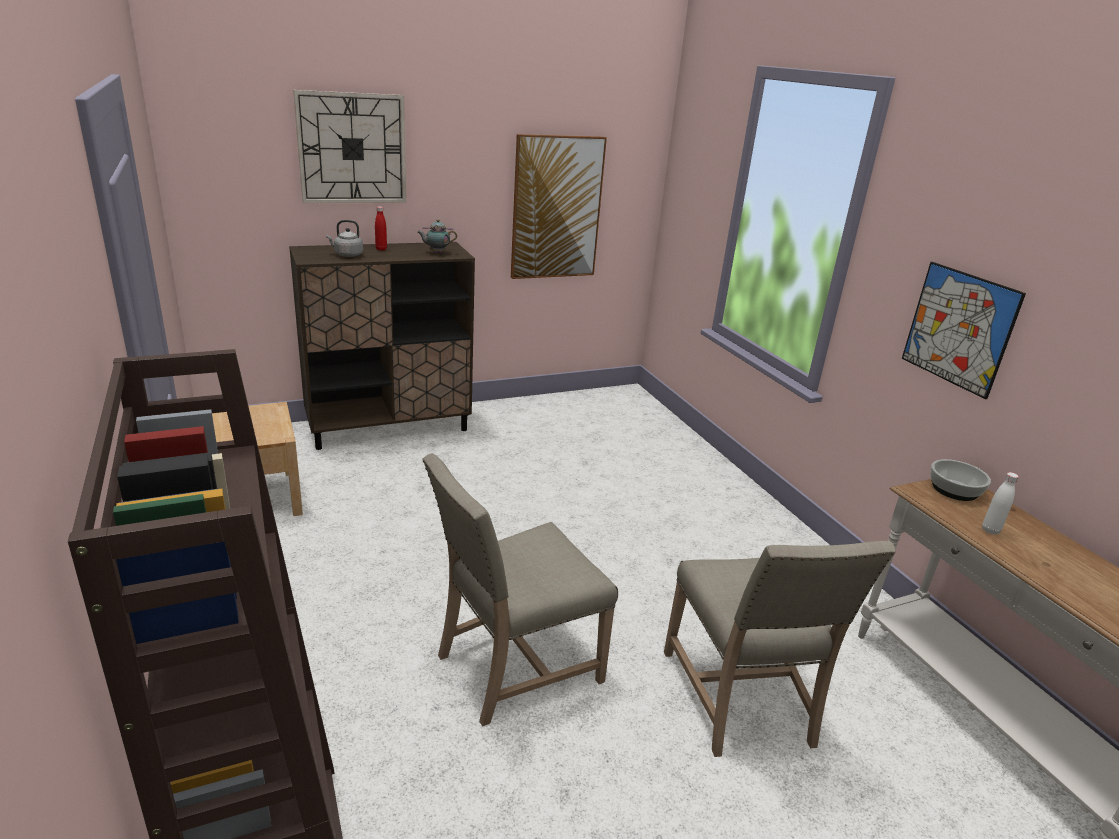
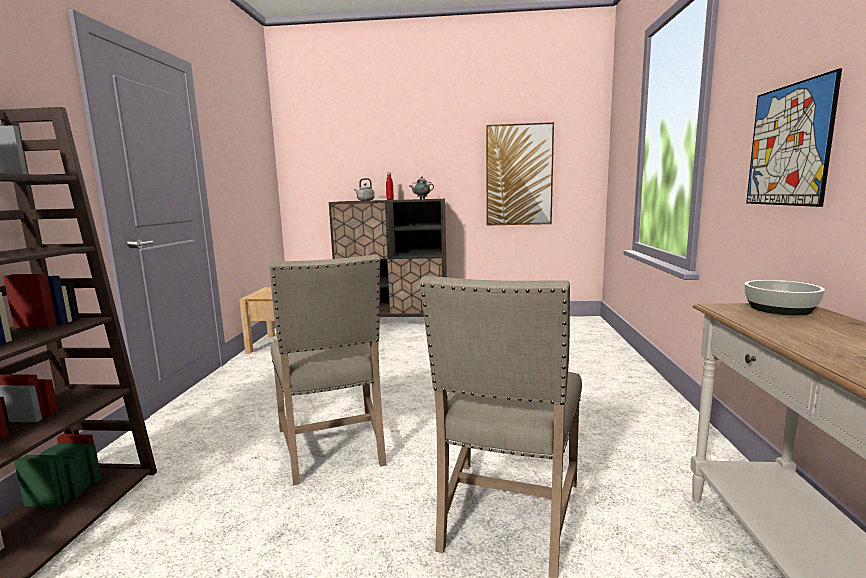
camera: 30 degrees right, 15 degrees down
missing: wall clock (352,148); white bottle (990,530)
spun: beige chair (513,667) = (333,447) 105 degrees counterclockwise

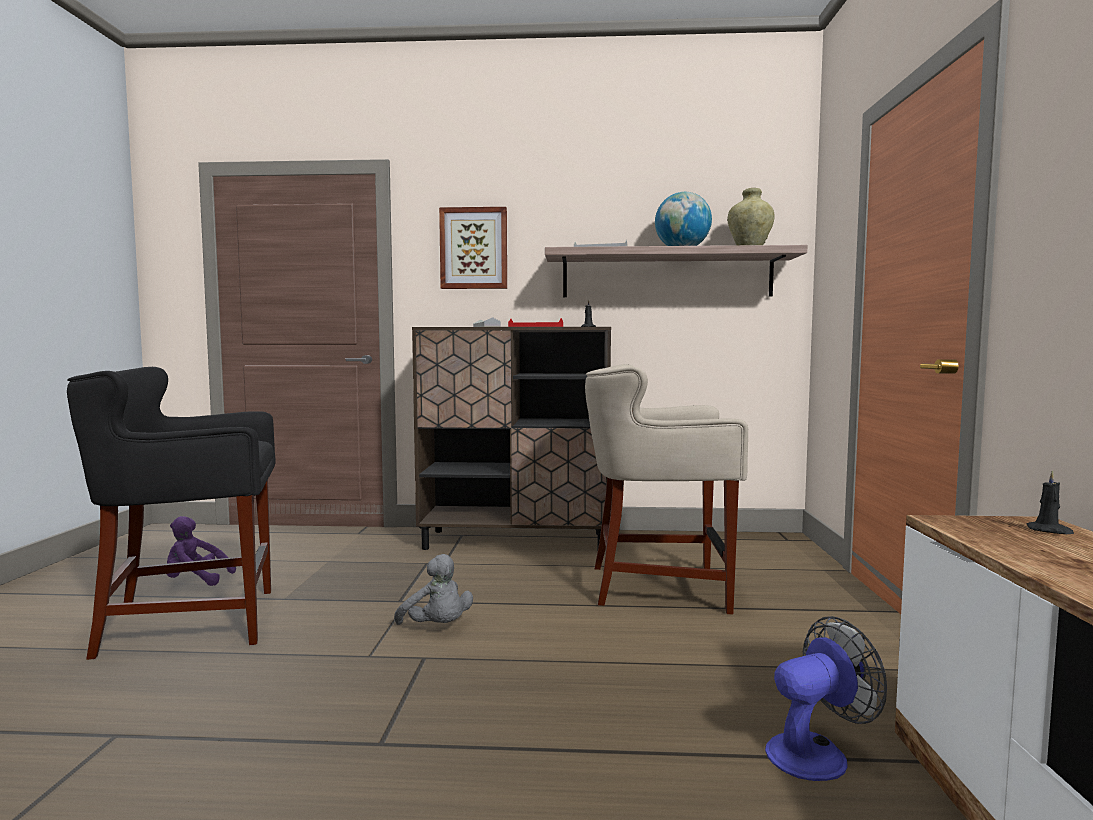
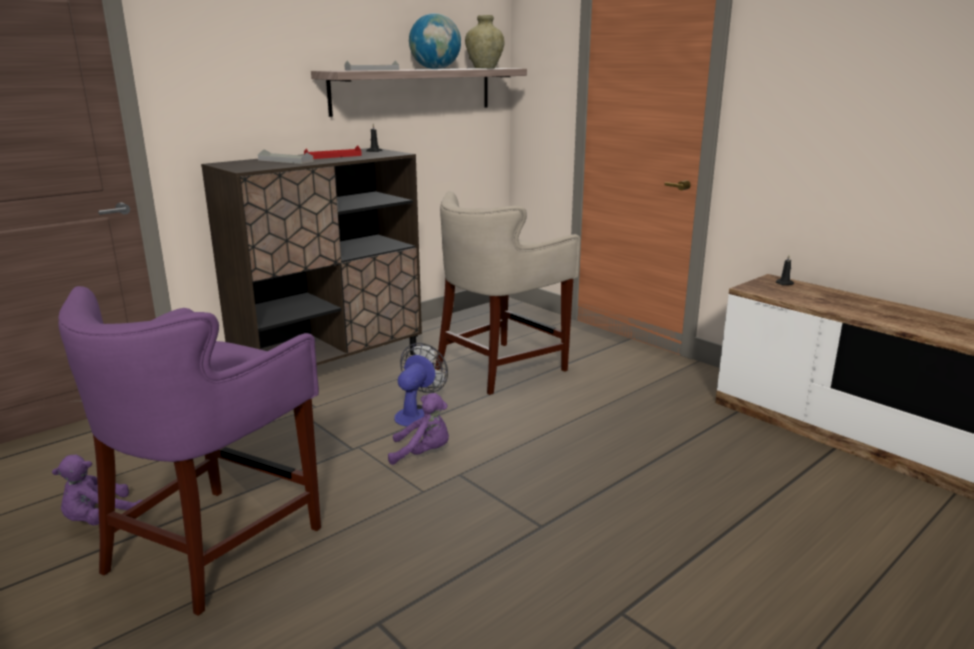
camera: 45 degrees left, 15 degrees up
missing: picture (474,248)
relocated: fan (817,753) to (417,413)
colour: black stool (192,623) to purple stool (215,546); grey plush toy (437,627) to purple plush toy (423,453)

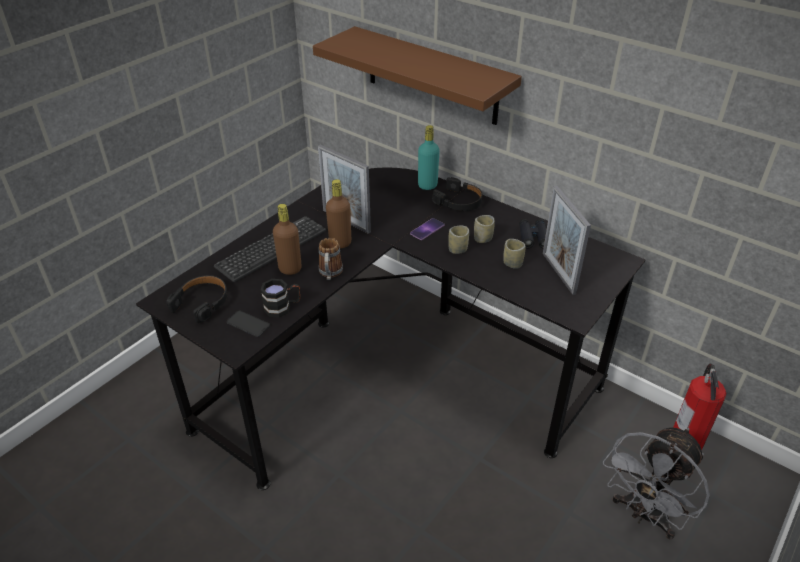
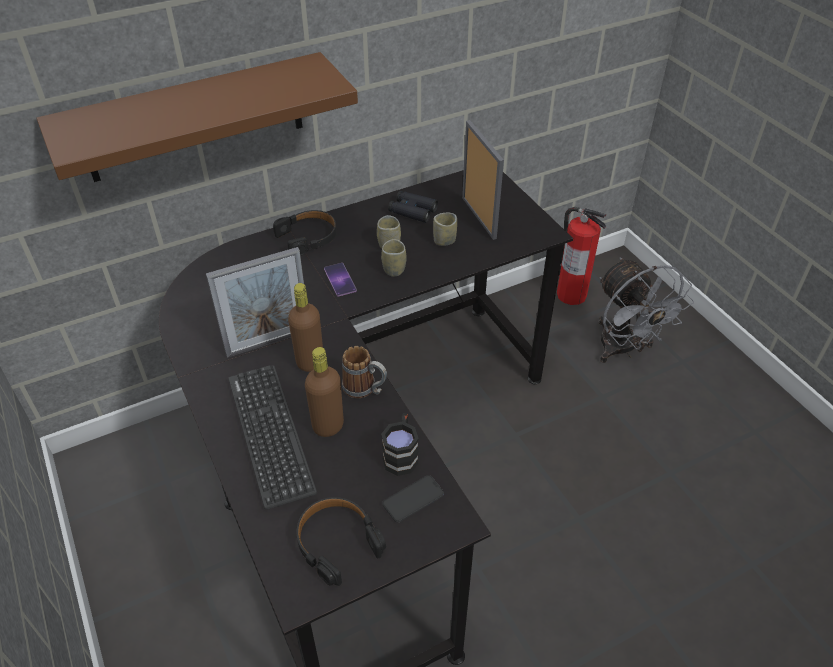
camera: 65 degrees left, 5 degrees up
missing: turquoise bottle (427,185)
spun: picture frame (558,273) = (479,218) 120 degrees counterclockwise

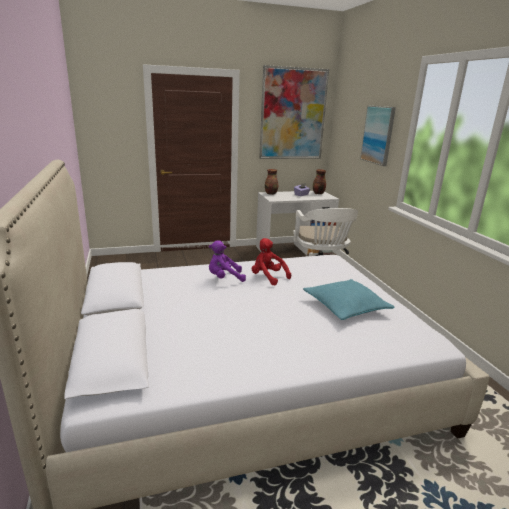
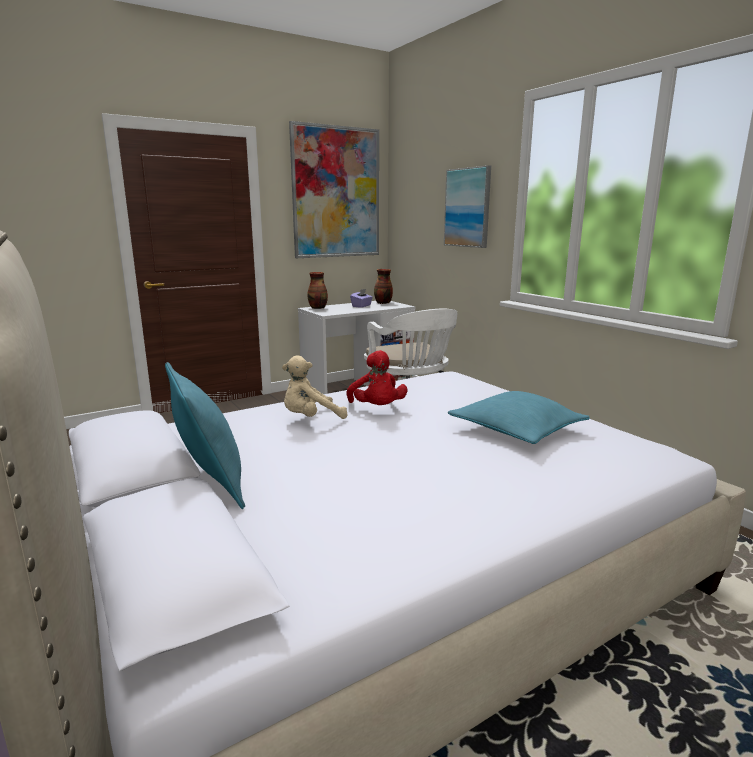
camera: 15 degrees left, 5 degrees down
appeared: turquoise pillow (211,484)
colour: purple plush toy (224,278) to beige plush toy (311,418)
spun: red plush toy (268,277) = (377,409) 135 degrees counterclockwise

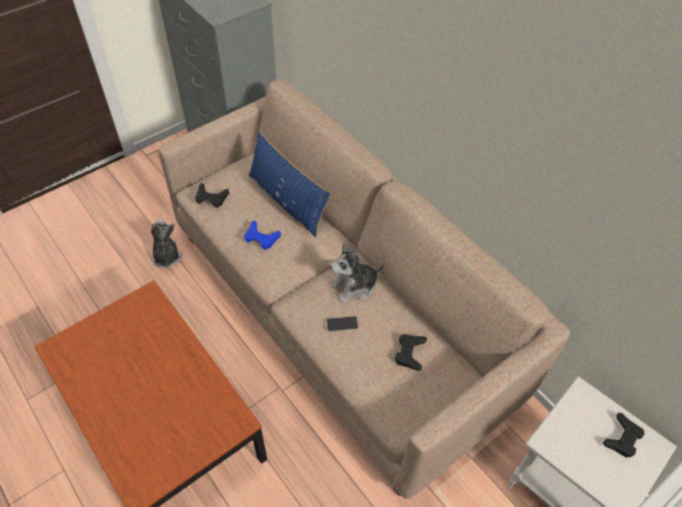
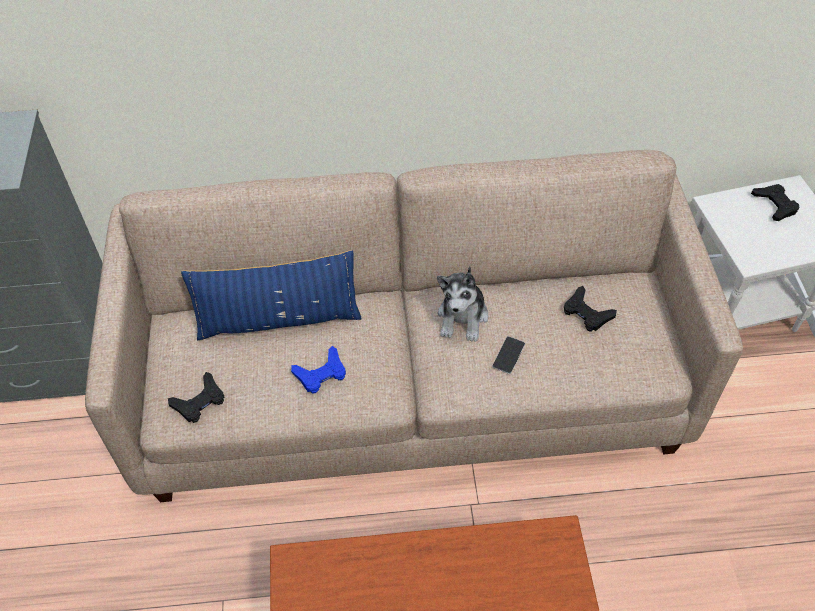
camera: 55 degrees left, 0 degrees up
missing: plush toy (166,256)

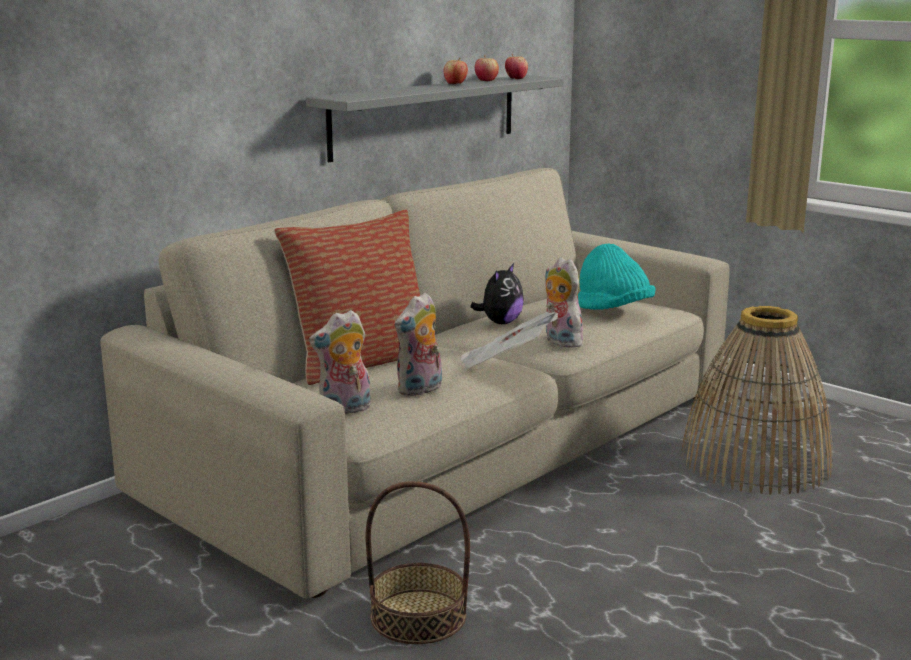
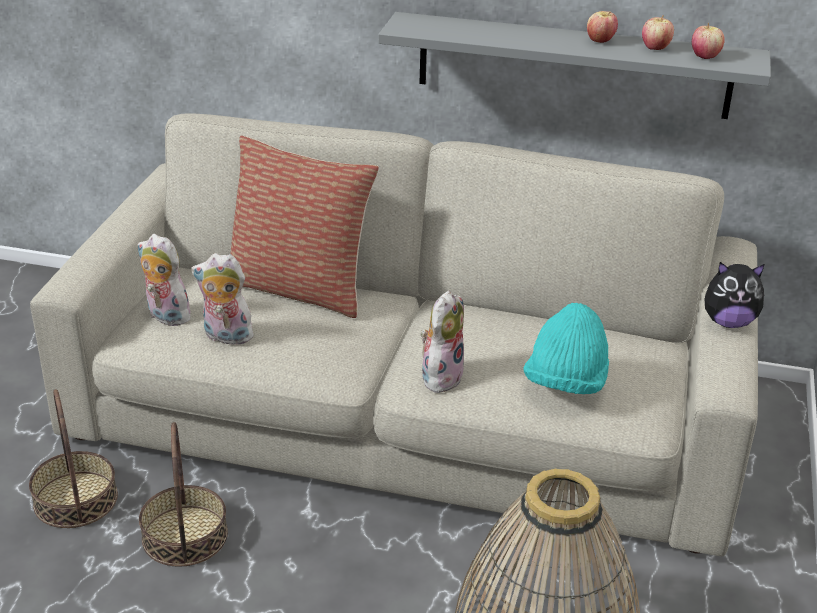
camera: 60 degrees right, 15 degrees up
missing: newspaper (505,365)
appeared: basket (185,536)
relocated: plush toy (500,322) to (728,322)

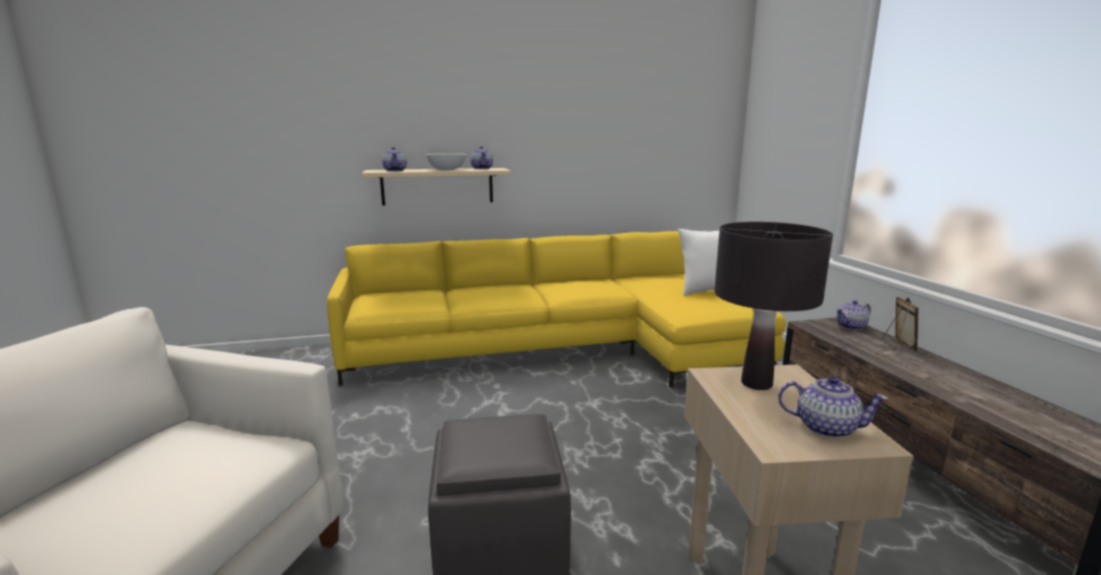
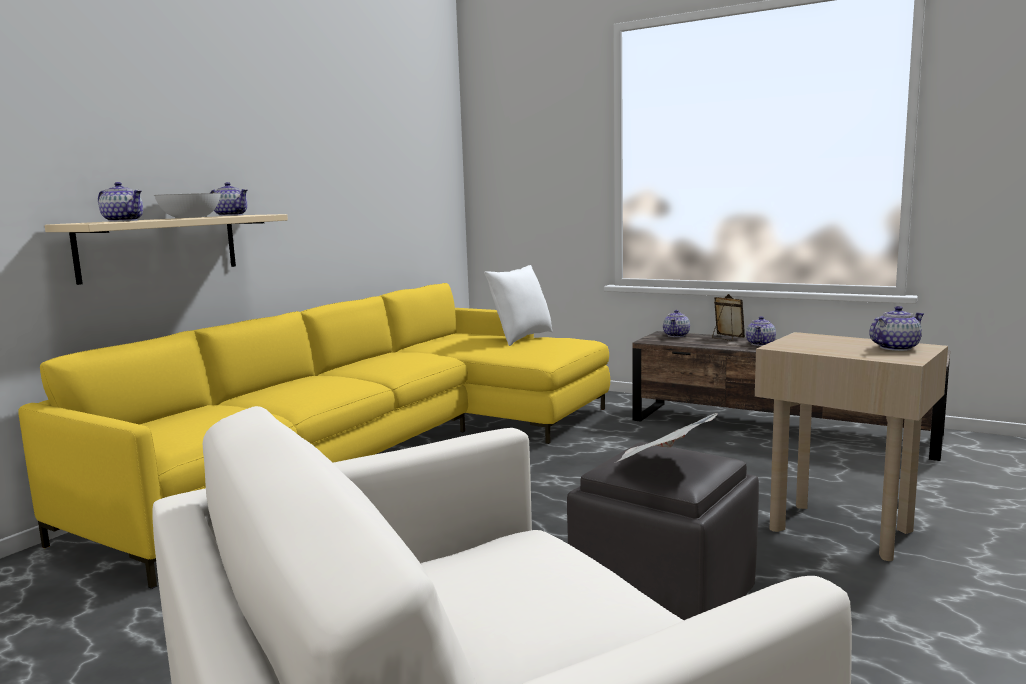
camera: 45 degrees left, 5 degrees down
missing: black table lamp (756,383)
appeared: newspaper (663,465); teapot (761,344)

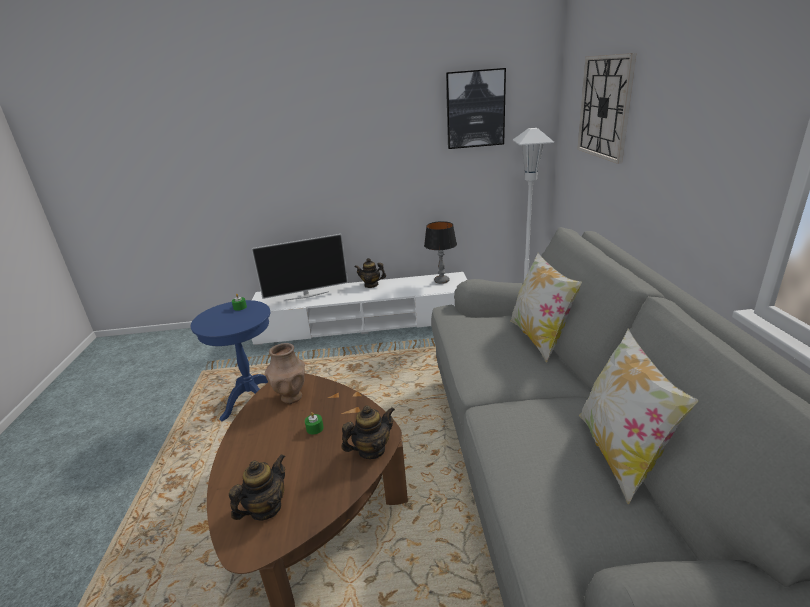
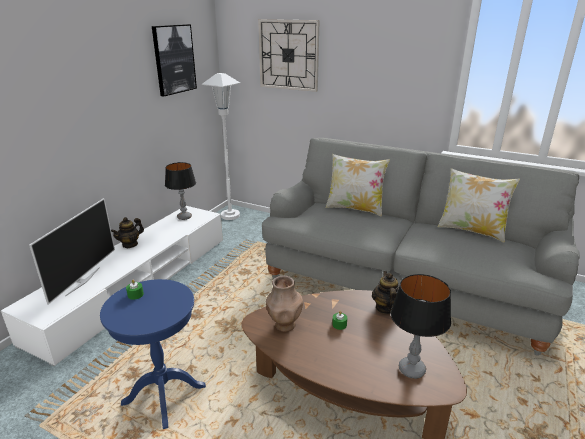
camera: 60 degrees left, 0 degrees up
exchanged: teapot (265,508) to table lamp (411,370)

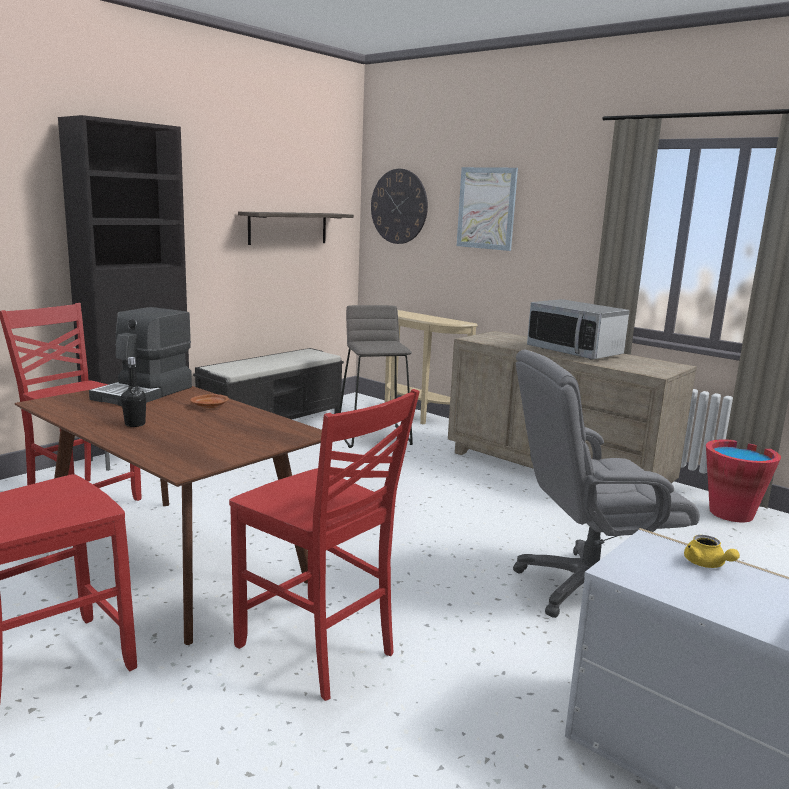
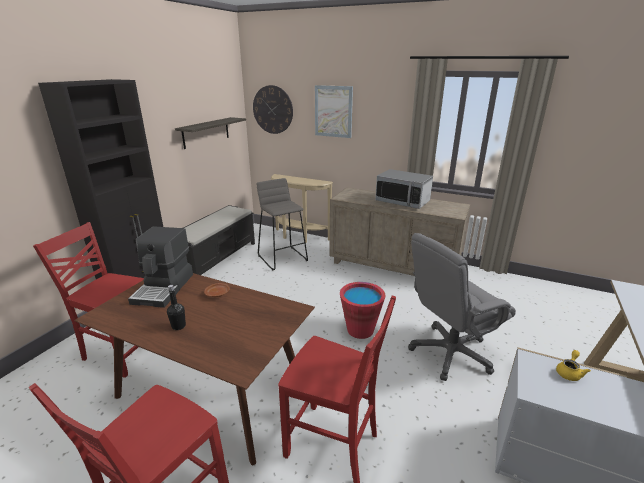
camera: 15 degrees left, 10 degrees up
relocated: red bucket (731,513) to (360,330)
spun: yellow teapot (707,564) = (569,372) 105 degrees counterclockwise

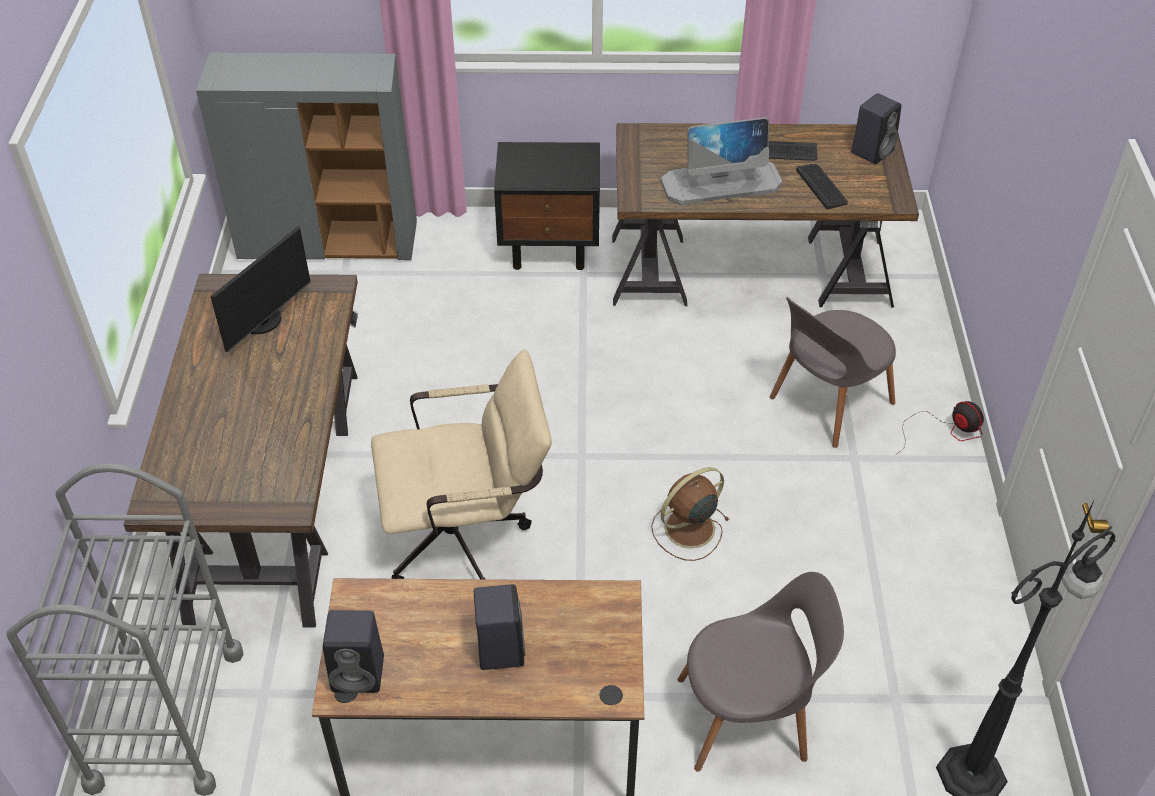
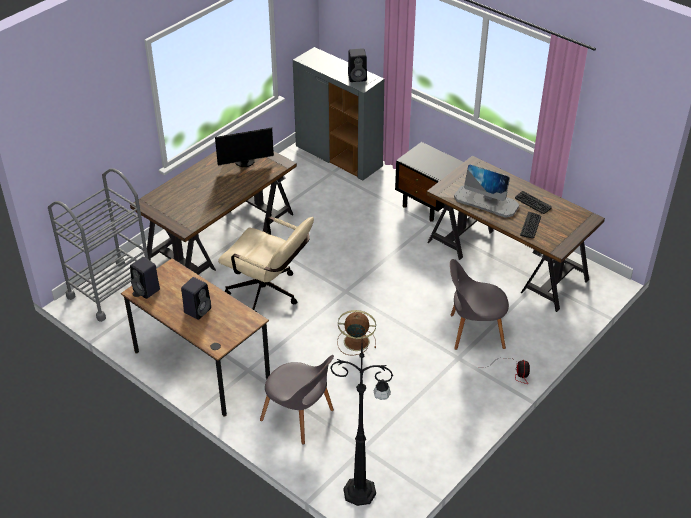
camera: 40 degrees right, 5 degrees down
relocated: black speaker (872,151) to (358,77)

